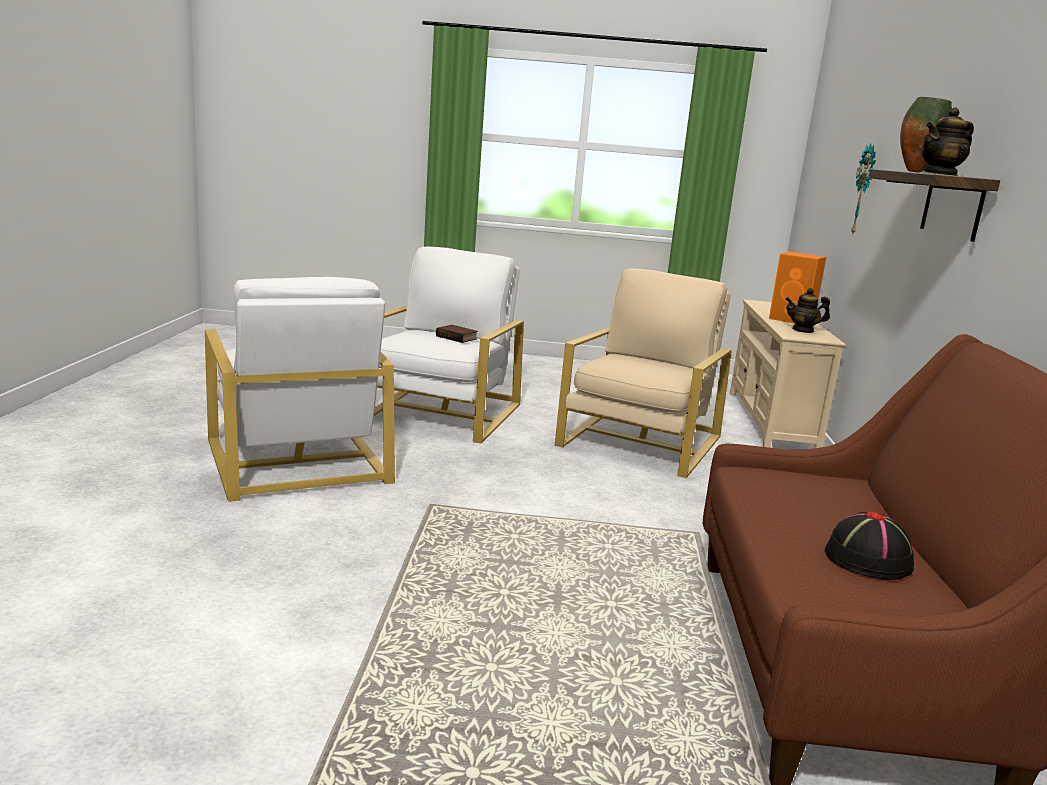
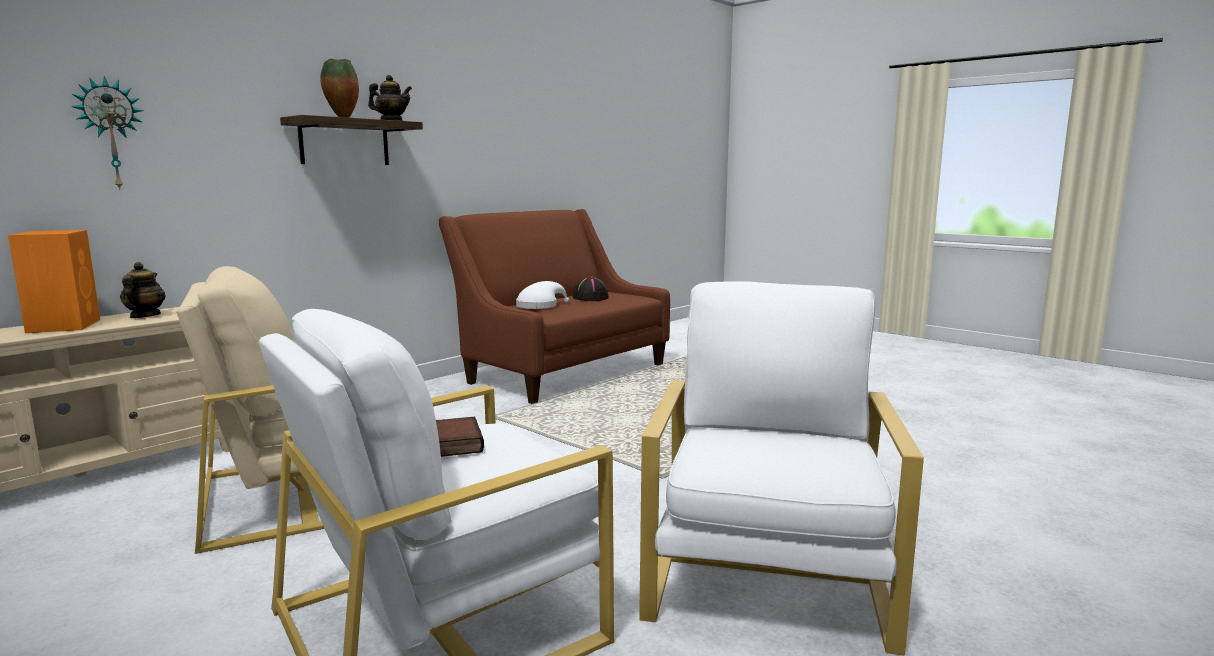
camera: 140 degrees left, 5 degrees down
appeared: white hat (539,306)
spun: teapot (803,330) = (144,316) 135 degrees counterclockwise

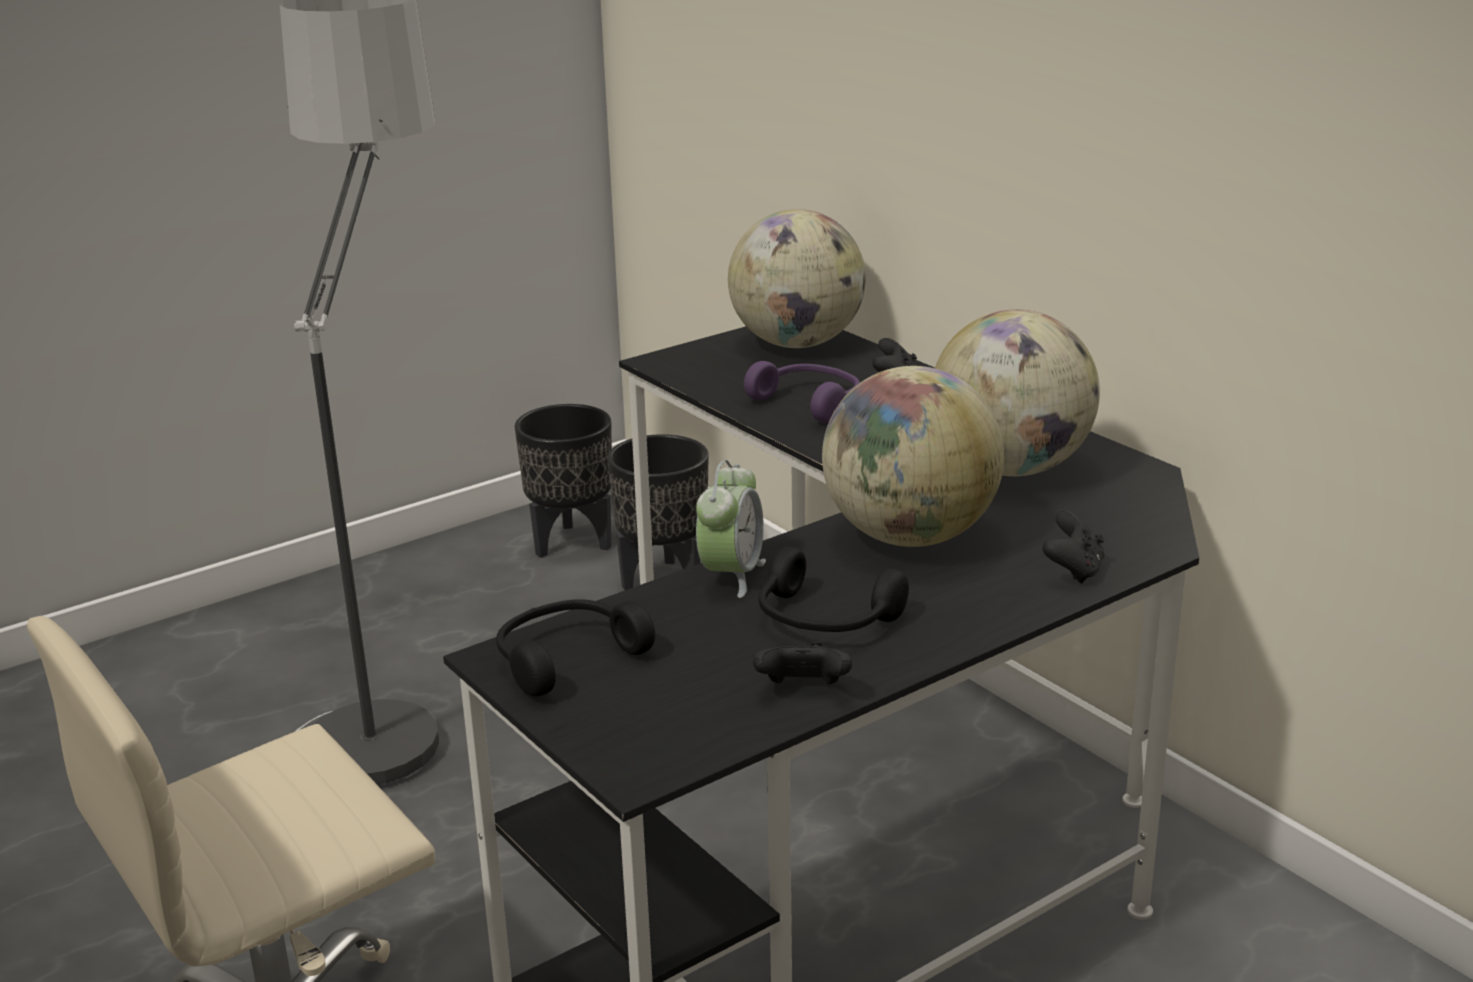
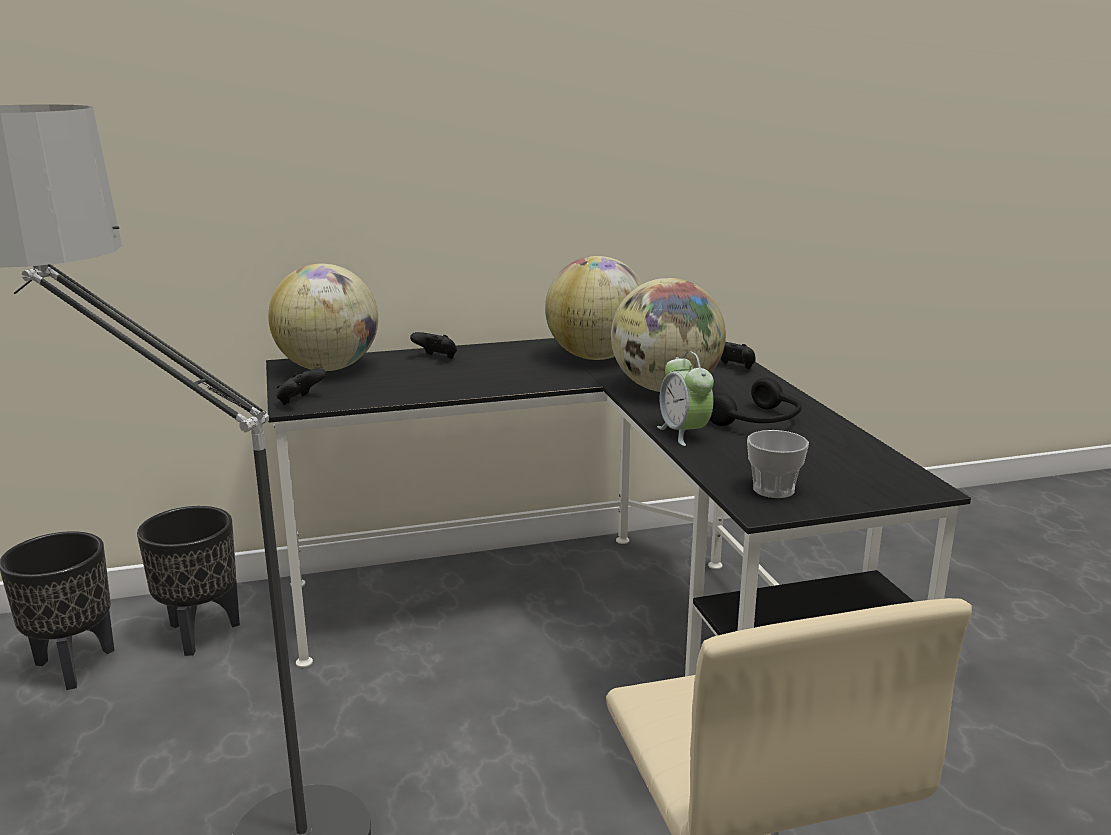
camera: 70 degrees left, 5 degrees down
missing: purple headphones (810,403)
relocated: black game controller (803,690) to (300,401)
exchanged: black headphones (566,658) to cup (773,490)
spun: alarm clock (731,575) = (684,434) 150 degrees counterclockwise

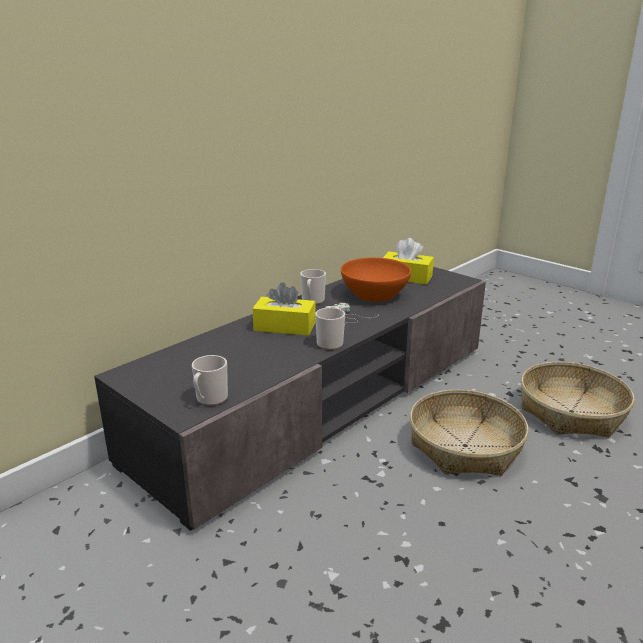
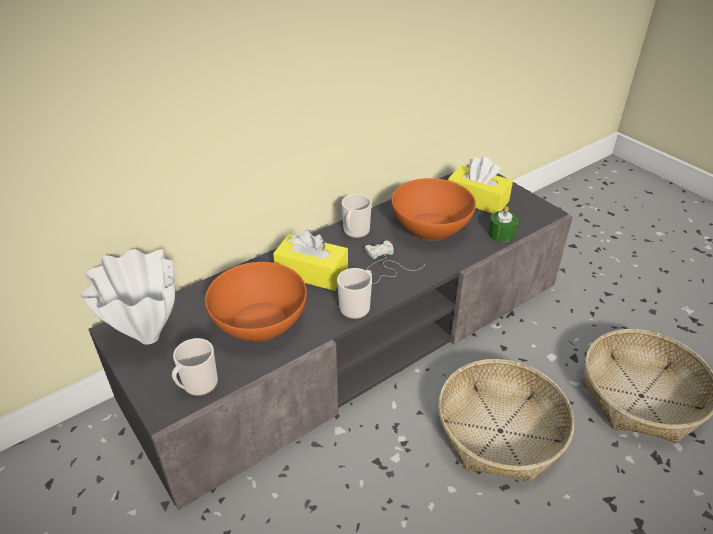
camera: 10 degrees right, 15 degrees up
appeared: white vase (148,336); orange bowl (260,321); green candle (501,233)

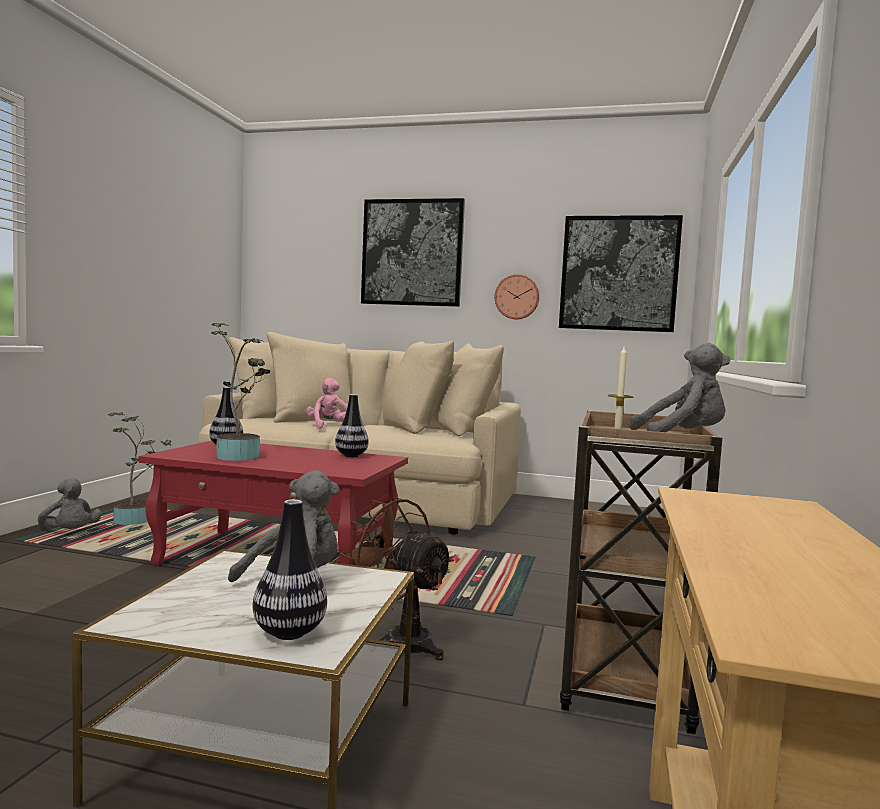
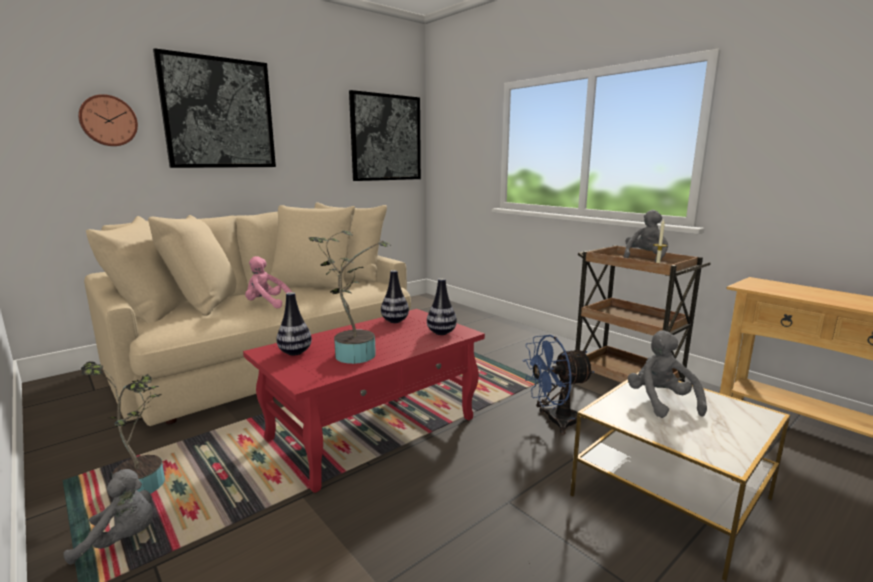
camera: 55 degrees left, 10 degrees up
relocated: vase (289,633) to (441,333); wall clock (517,297) to (108,121)
colour: brown fan (399,640) to blue fan (554,421)

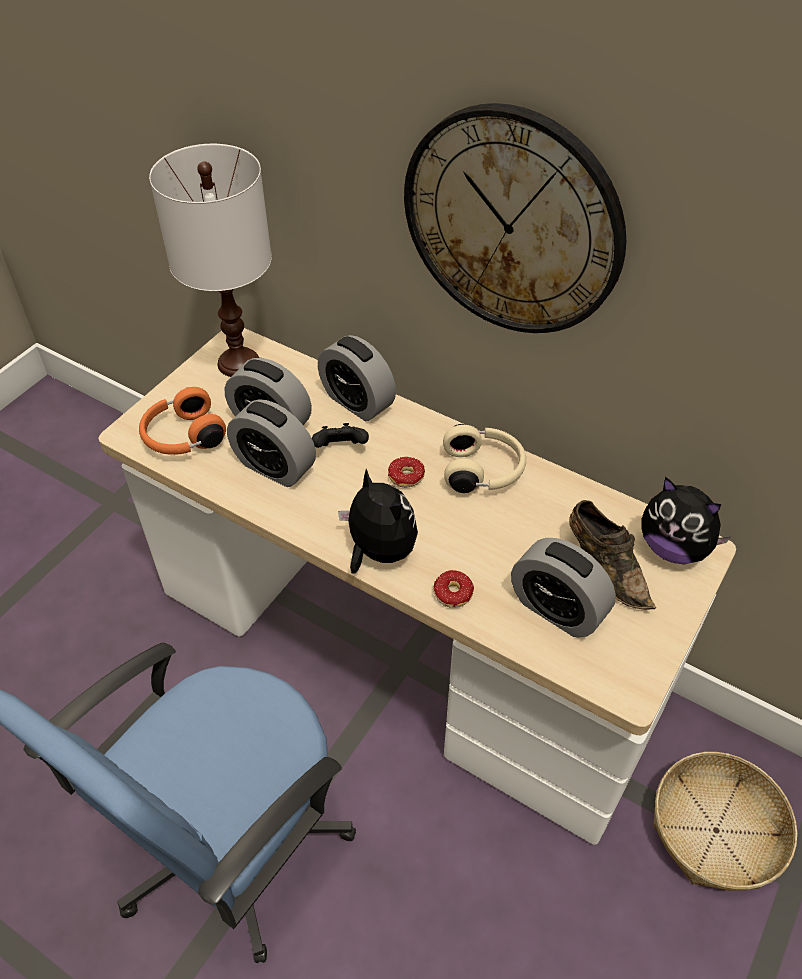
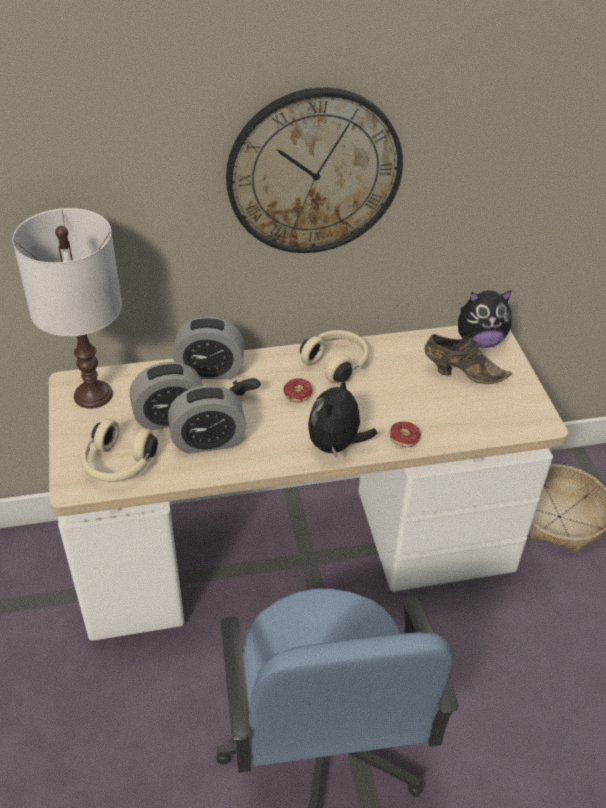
camera: 45 degrees left, 5 degrees down
missing: alarm clock (557,609)
colour: orange headphones (183,437) to beige headphones (118,464)
spun: plush toy (379,552) = (336,445) 75 degrees counterclockwise

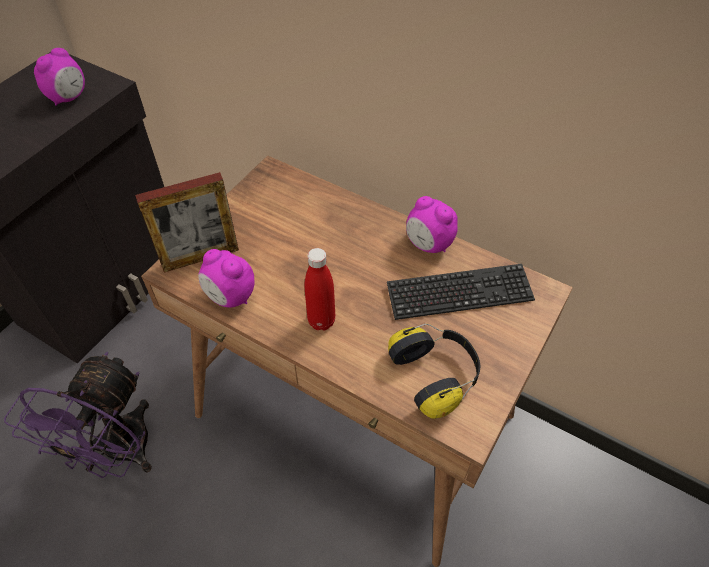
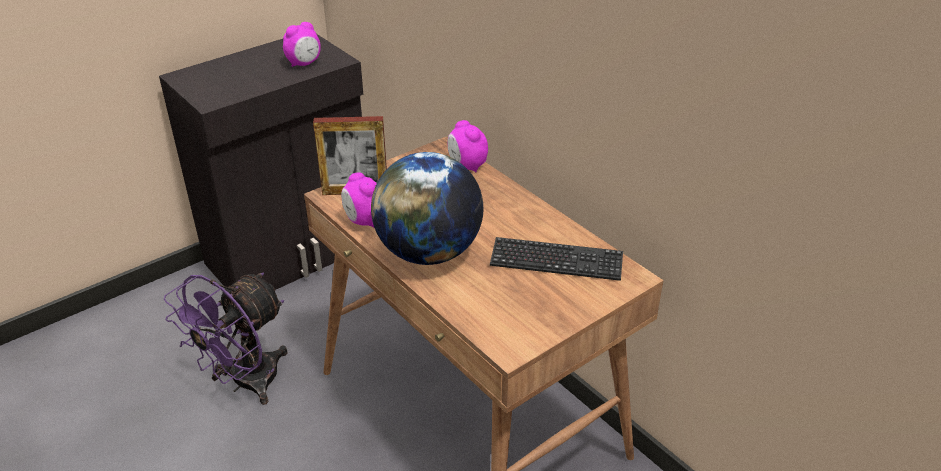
camera: 20 degrees right, 15 degrees down
missing: headphones (436,375)
relocated: alarm clock (428,244) to (467,166)
exchanged: red bottle (321,321) to globe (428,252)

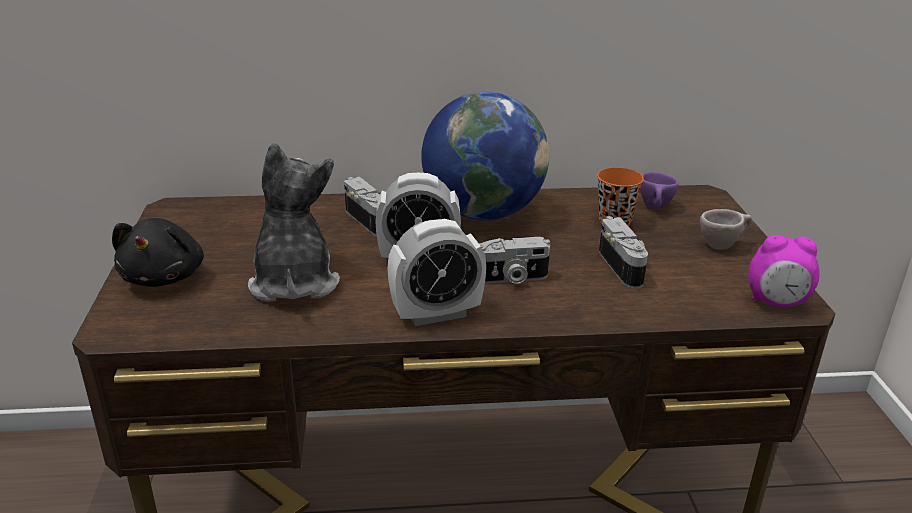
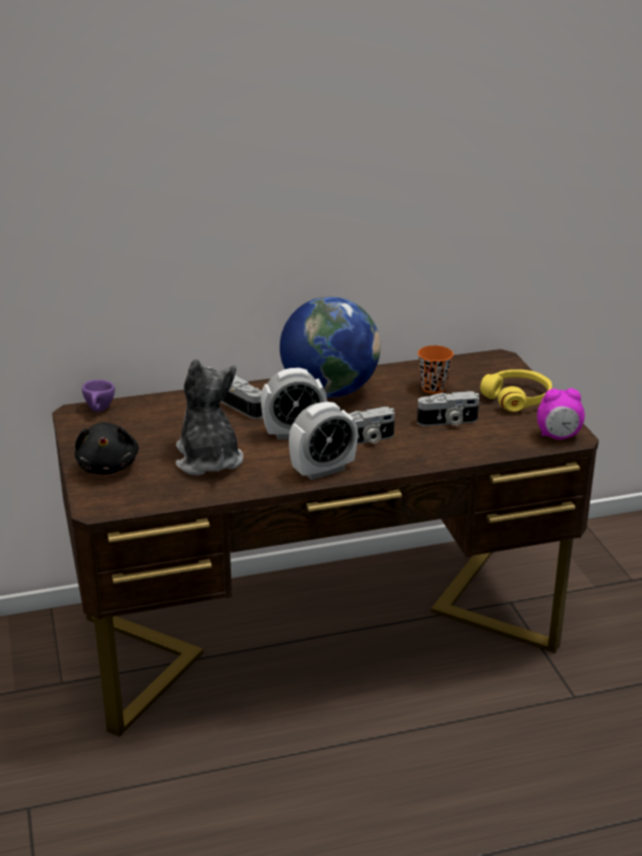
camera: 10 degrees left, 0 degrees up
relocated: purple cup (656,209) to (99,411)
exchanged: beige cup (722,245) to yellow headphones (517,398)
spun: photo camera (624,266) = (448,422) 105 degrees clockwise

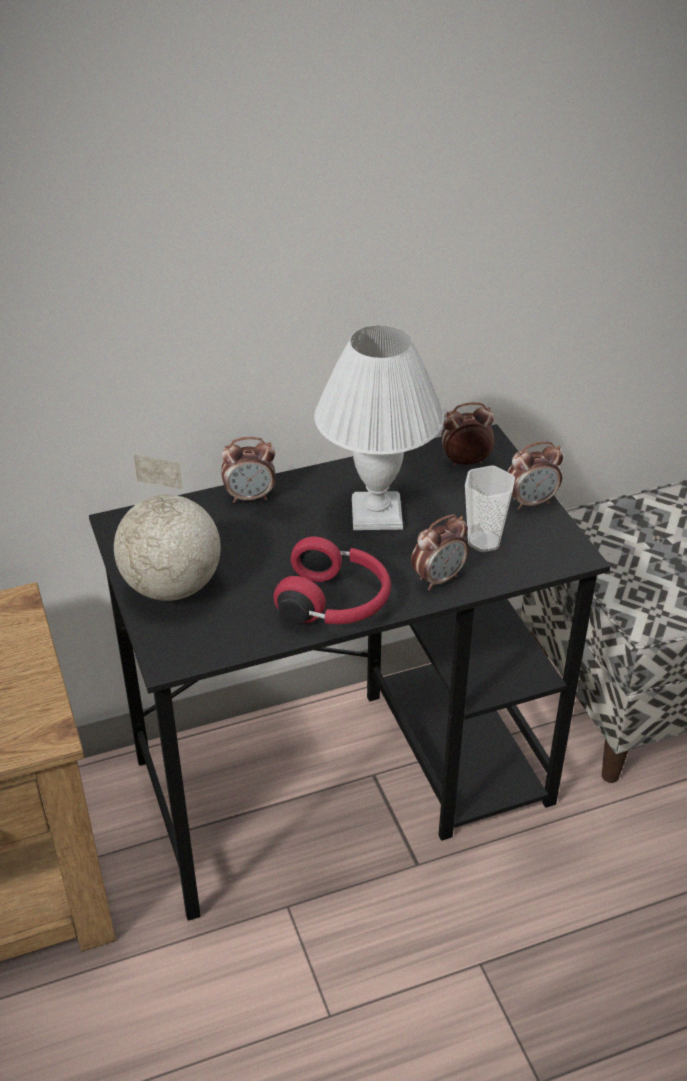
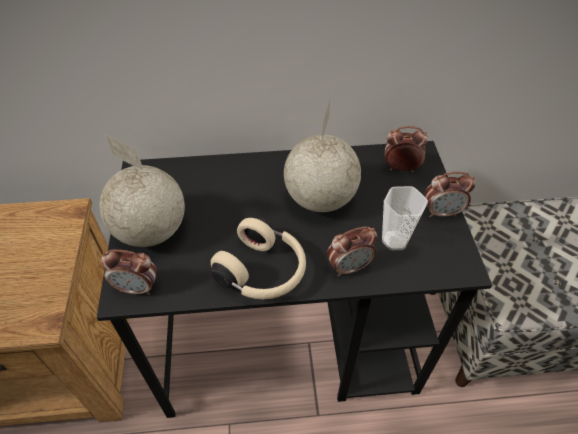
camera: 15 degrees right, 10 degrees up
relocated: alarm clock (250,497) to (137,287)
exchanged: white table lamp (375,514) to globe (319,199)
colour: red headphones (336,603) to beige headphones (263,272)

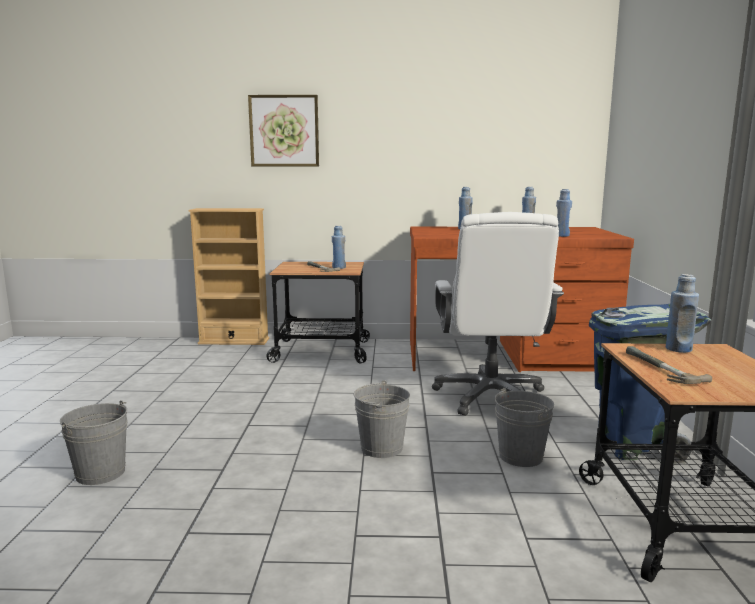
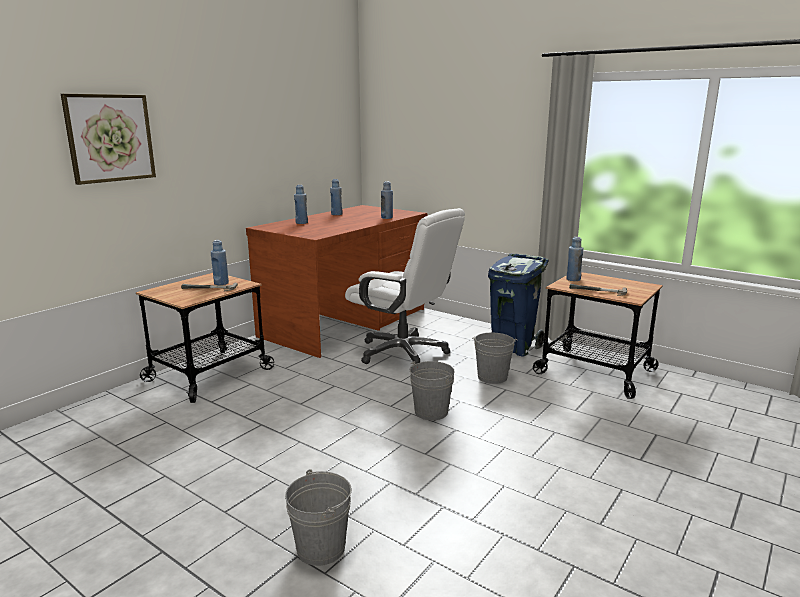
camera: 55 degrees left, 5 degrees up
missing: beige bookcase (234,341)

